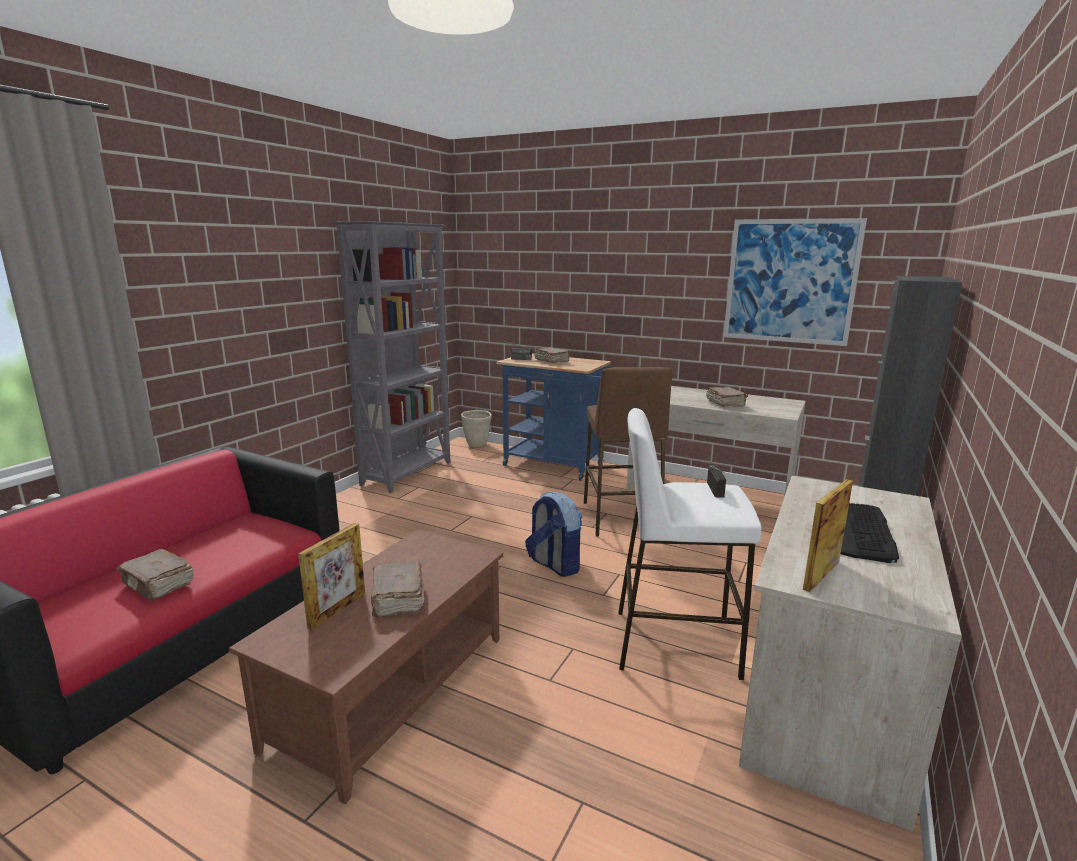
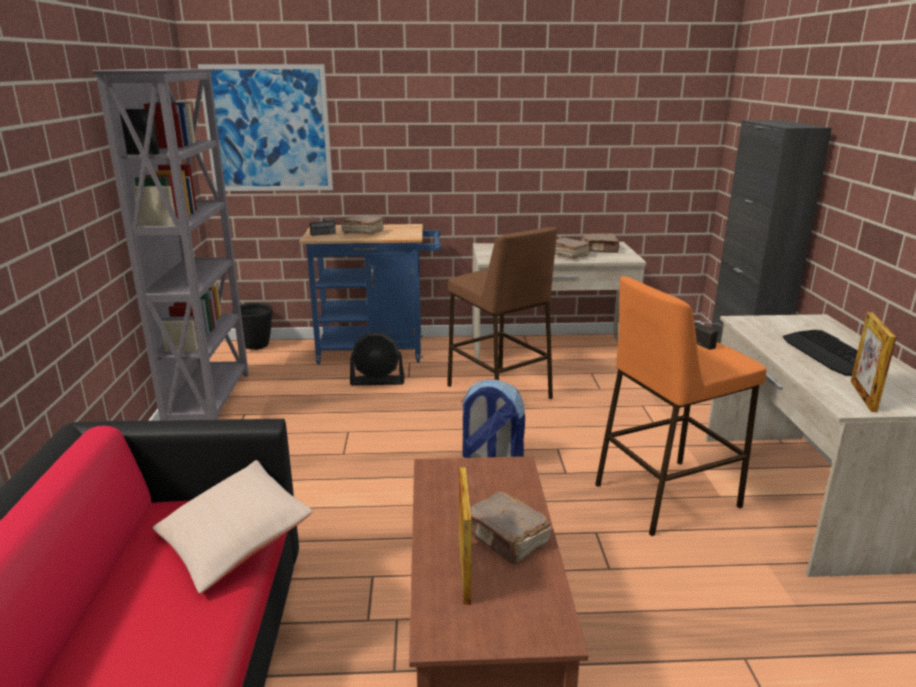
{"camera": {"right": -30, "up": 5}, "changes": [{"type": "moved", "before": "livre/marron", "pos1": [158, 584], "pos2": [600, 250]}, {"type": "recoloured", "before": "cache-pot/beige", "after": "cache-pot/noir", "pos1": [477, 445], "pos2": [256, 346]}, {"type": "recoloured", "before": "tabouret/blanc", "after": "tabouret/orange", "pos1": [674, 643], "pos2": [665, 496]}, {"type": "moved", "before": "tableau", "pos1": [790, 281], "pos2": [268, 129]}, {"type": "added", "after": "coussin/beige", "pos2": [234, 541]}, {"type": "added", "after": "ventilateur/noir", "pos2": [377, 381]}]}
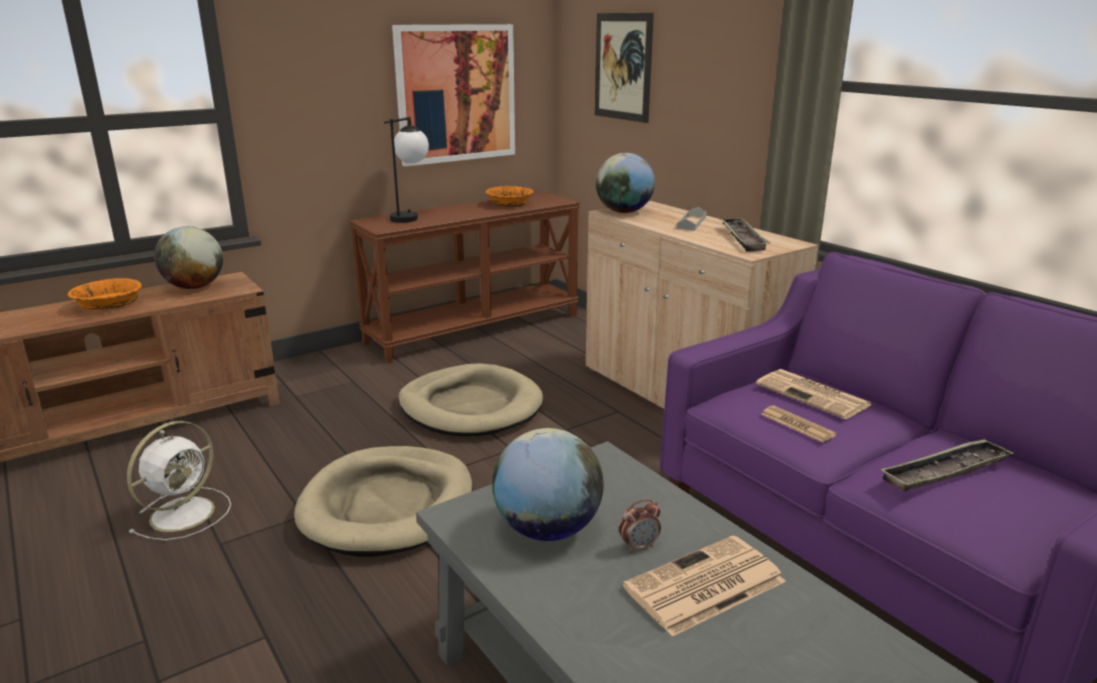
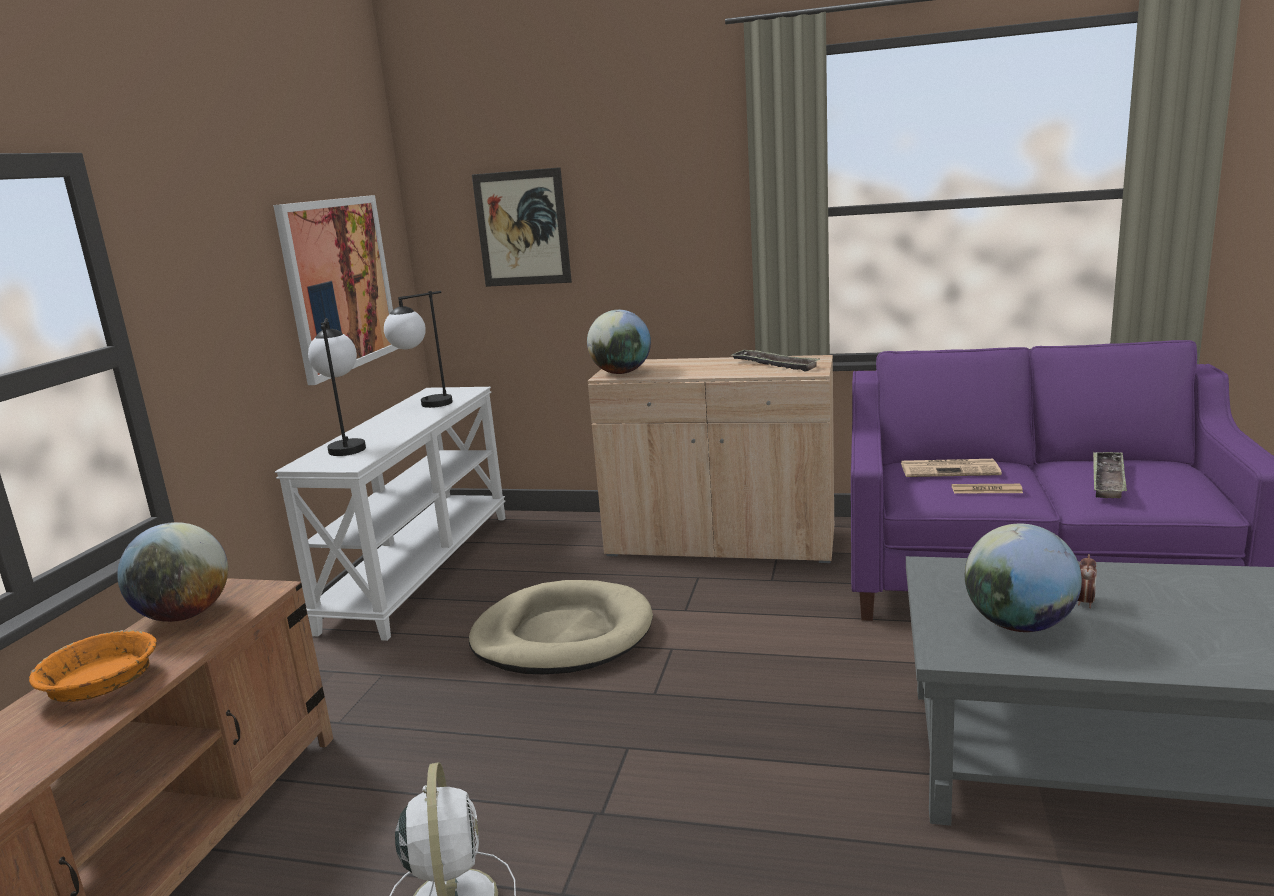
{"camera": {"right": -40, "up": -5}, "changes": [{"type": "removed", "before": "panier pour chien/beige", "pos1": [388, 505]}, {"type": "recoloured", "before": "table console/marron", "after": "table console/blanc", "pos1": [474, 328], "pos2": [420, 569]}, {"type": "replaced", "before": "bol/orange", "after": "lampe de table", "pos1": [510, 204], "pos2": [425, 406]}, {"type": "removed", "before": "journal", "pos1": [703, 586]}, {"type": "removed", "before": "plateau/gris", "pos1": [691, 222]}]}
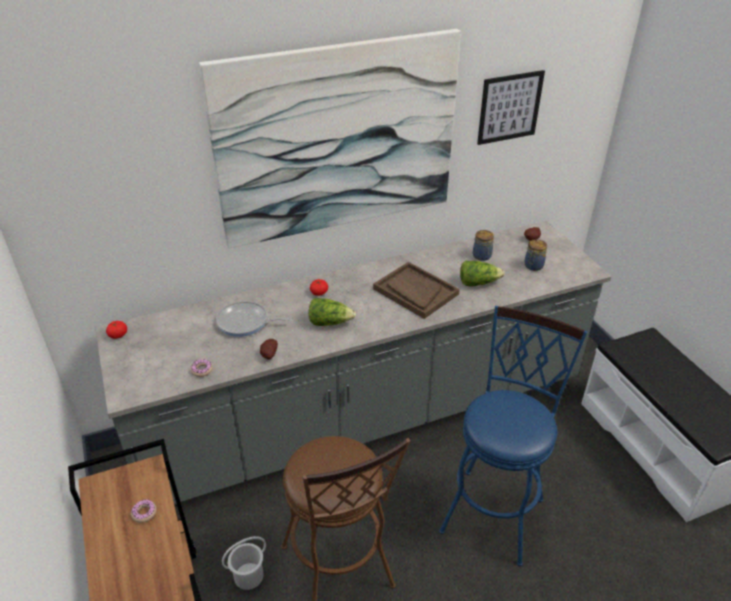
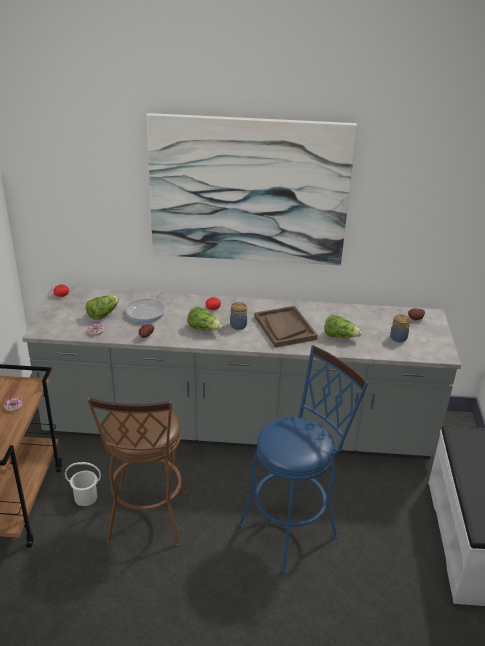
{"camera": {"right": 25, "up": -5}, "changes": [{"type": "turned", "before": "poêle", "pos1": [245, 322], "pos2": [147, 312], "turn": -105}, {"type": "moved", "before": "bocal", "pos1": [482, 256], "pos2": [238, 326]}, {"type": "removed", "before": "tableau", "pos1": [509, 107]}, {"type": "added", "after": "laitue", "pos2": [103, 314]}]}
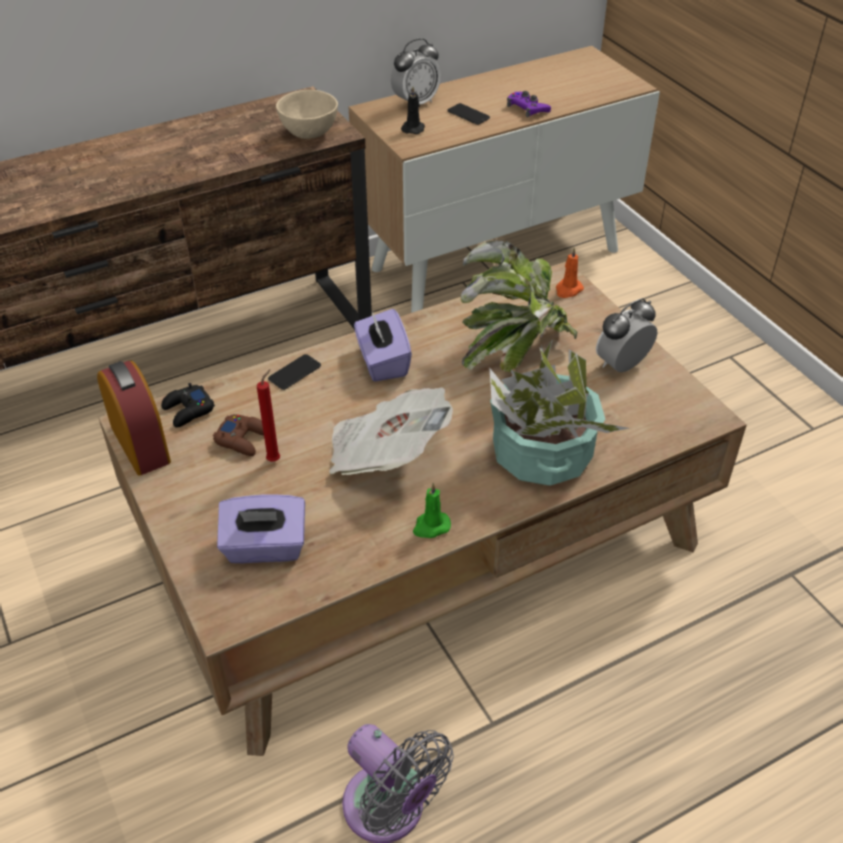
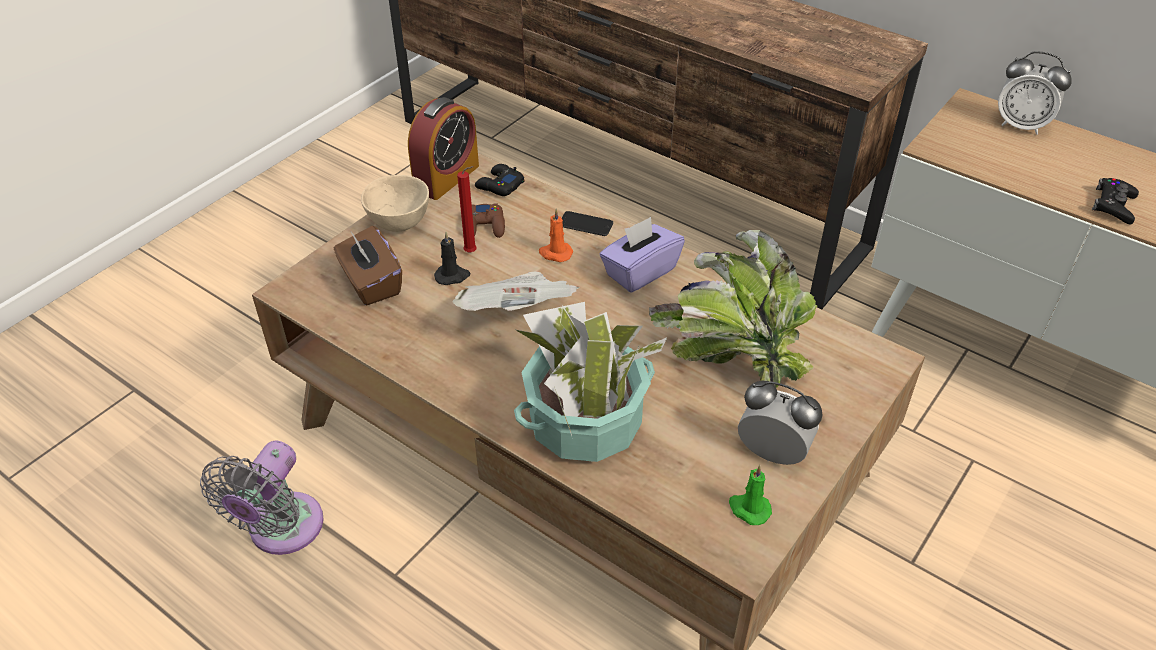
{"camera": {"right": 65, "up": 0}, "changes": [{"type": "recoloured", "before": "boîte à mouchoirs/violet", "after": "boîte à mouchoirs/marron", "pos1": [265, 547], "pos2": [371, 283]}, {"type": "moved", "before": "bol/beige", "pos1": [310, 134], "pos2": [399, 224]}, {"type": "moved", "before": "bougie/noir", "pos1": [413, 128], "pos2": [452, 276]}, {"type": "moved", "before": "bougie/vert", "pos1": [431, 526], "pos2": [749, 509]}, {"type": "removed", "before": "téléphone", "pos1": [468, 115]}, {"type": "recoloured", "before": "manette/violet", "after": "manette/noir", "pos1": [527, 109], "pos2": [1113, 205]}, {"type": "moved", "before": "bougie/orange", "pos1": [568, 290], "pos2": [555, 253]}]}
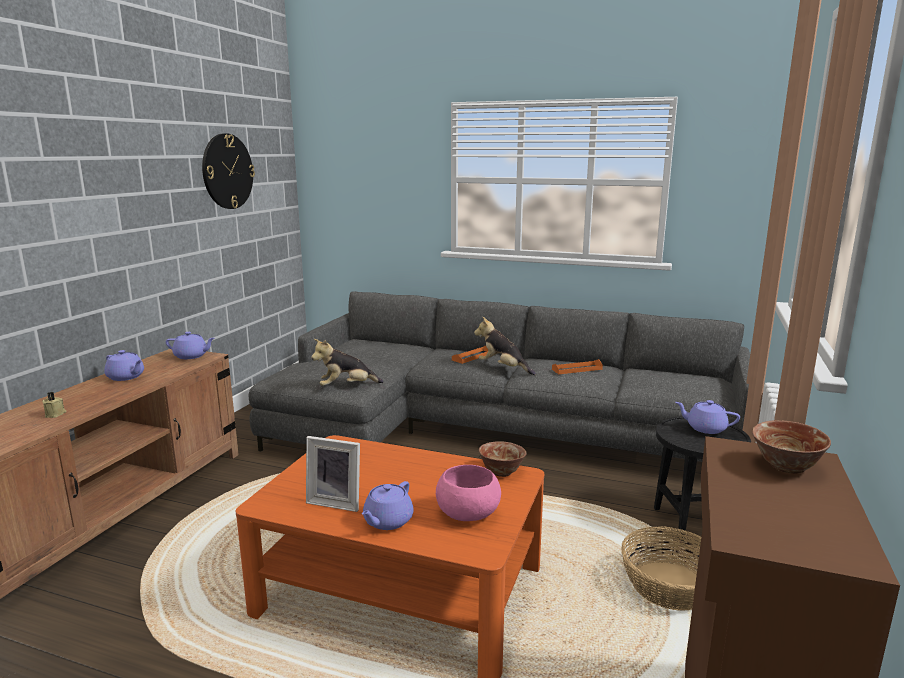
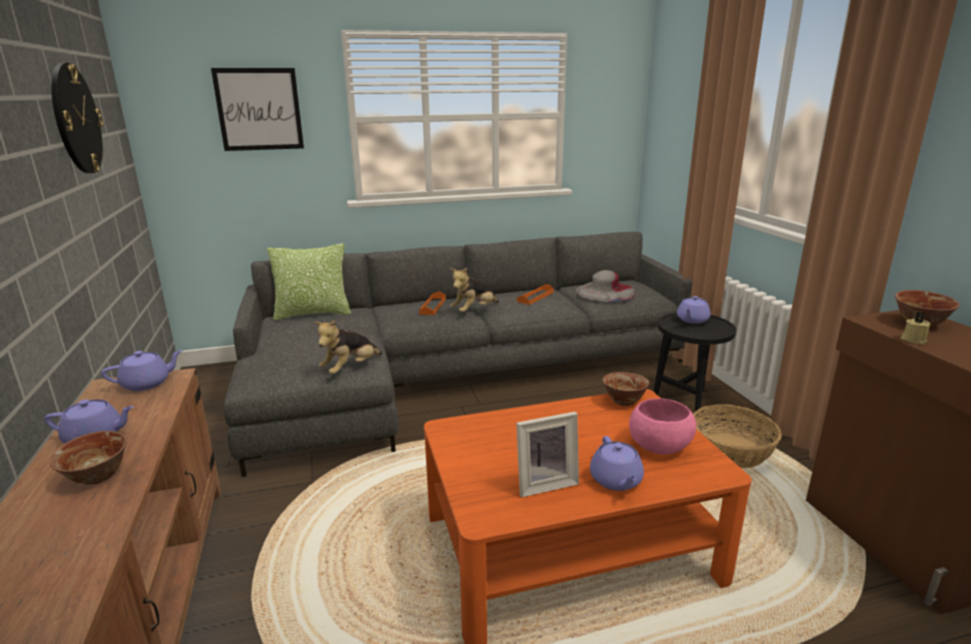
{"camera": {"right": -35, "up": 5}, "changes": [{"type": "moved", "before": "bougie/beige", "pos1": [55, 414], "pos2": [913, 339]}, {"type": "turned", "before": "peluche", "pos1": [503, 368], "pos2": [474, 311], "turn": -45}, {"type": "turned", "before": "théière/violet", "pos1": [705, 428], "pos2": [692, 320], "turn": -45}, {"type": "added", "after": "bol", "pos2": [98, 476]}, {"type": "added", "after": "tableau", "pos2": [259, 109]}, {"type": "added", "after": "coussin", "pos2": [313, 313]}, {"type": "added", "after": "chapeau/gris", "pos2": [605, 291]}]}
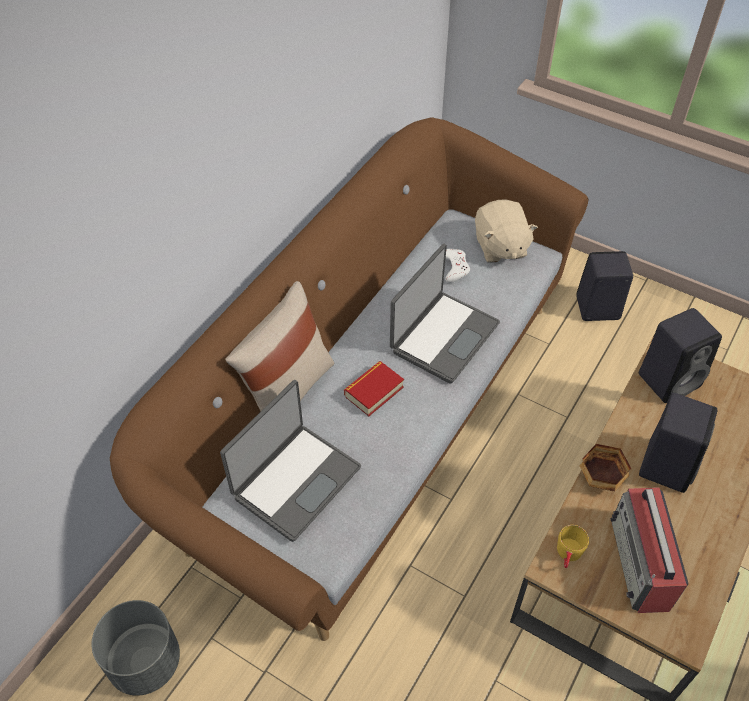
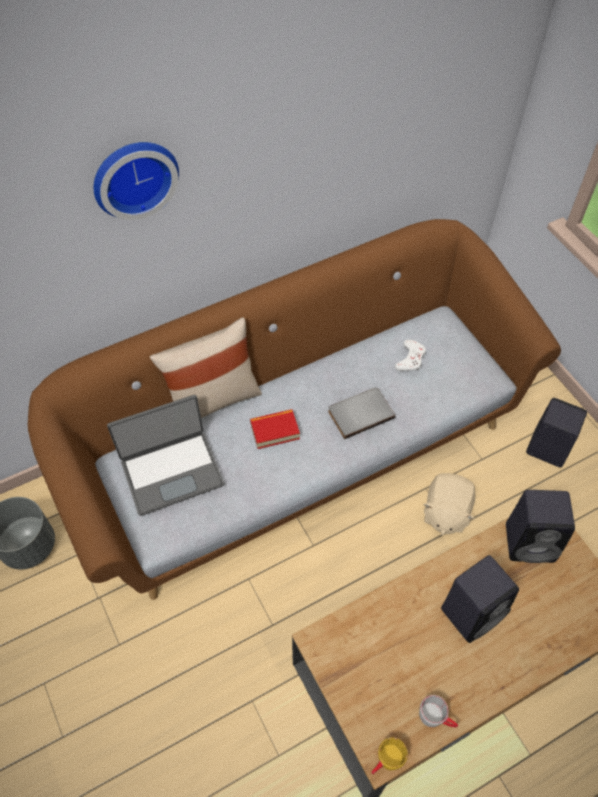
{"camera": {"right": 30, "up": 5}, "changes": [{"type": "replaced", "before": "ordinateur portable", "after": "livre/gris", "pos1": [443, 336], "pos2": [359, 413]}, {"type": "moved", "before": "peluche/beige", "pos1": [500, 247], "pos2": [445, 512]}, {"type": "moved", "before": "mug/jaune", "pos1": [568, 555], "pos2": [386, 762]}, {"type": "removed", "before": "bol", "pos1": [602, 479]}, {"type": "removed", "before": "radio", "pos1": [640, 564]}, {"type": "added", "after": "horloge murale", "pos2": [133, 176]}, {"type": "added", "after": "mug/gris", "pos2": [436, 718]}]}
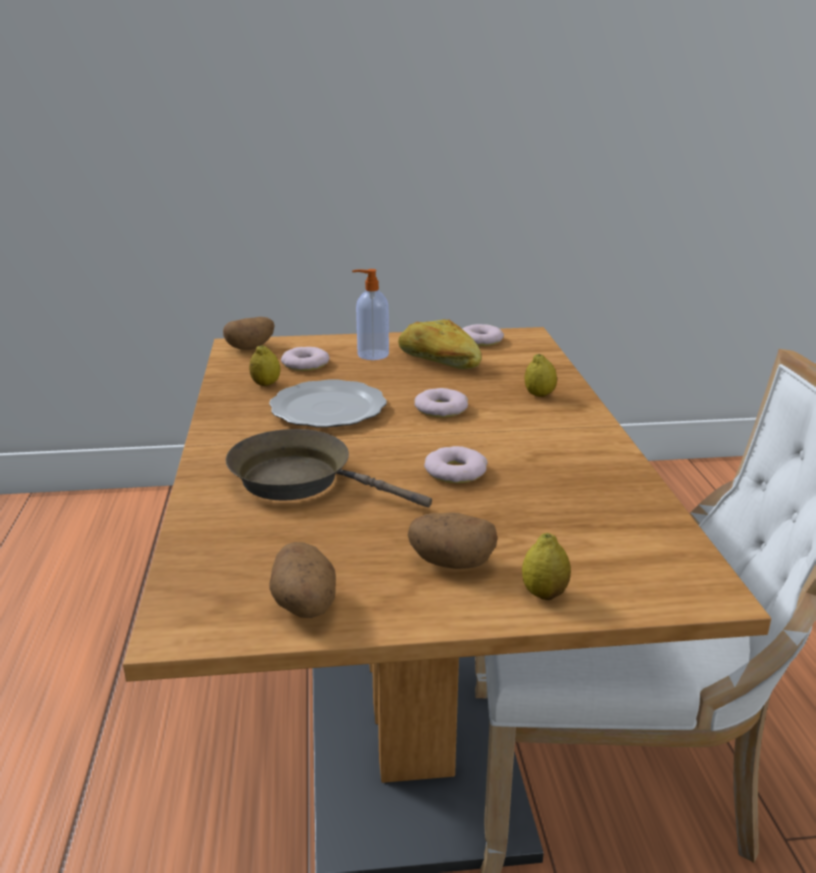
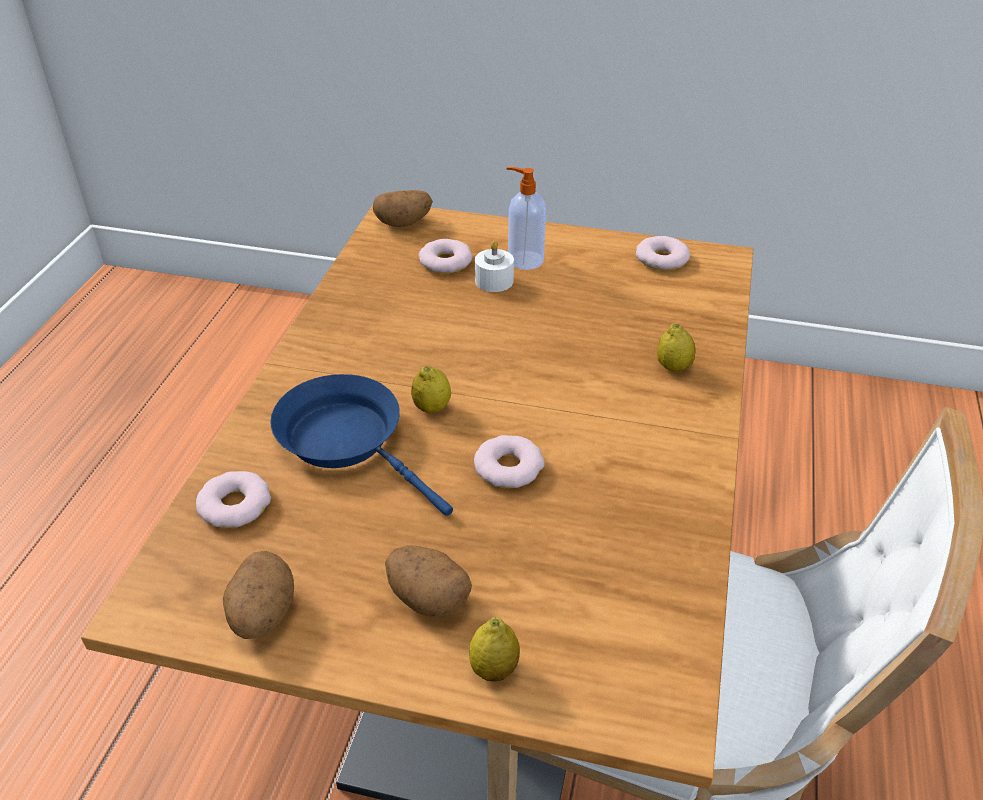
{"camera": {"right": 20, "up": 15}, "changes": [{"type": "recoloured", "before": "poêle/marron", "after": "poêle/bleu", "pos1": [300, 480], "pos2": [347, 441]}, {"type": "moved", "before": "citron", "pos1": [266, 384], "pos2": [432, 408]}, {"type": "removed", "before": "assiette", "pos1": [330, 408]}, {"type": "removed", "before": "pain", "pos1": [438, 361]}, {"type": "moved", "before": "beignet", "pos1": [441, 409], "pos2": [235, 505]}, {"type": "added", "after": "bougie/blanc", "pos2": [494, 281]}]}
